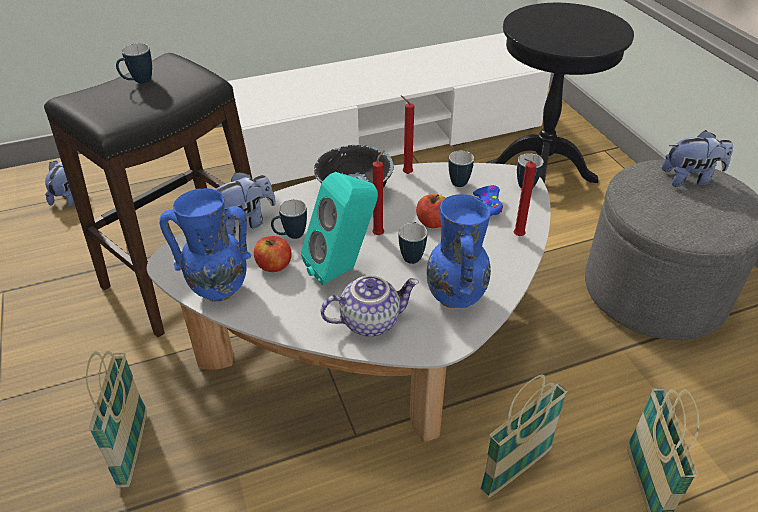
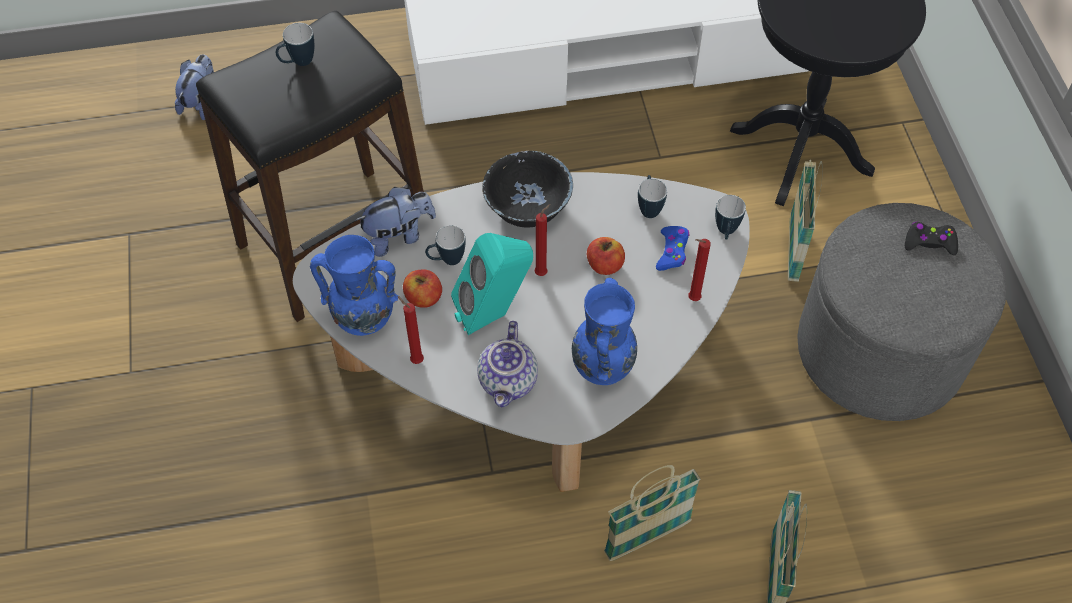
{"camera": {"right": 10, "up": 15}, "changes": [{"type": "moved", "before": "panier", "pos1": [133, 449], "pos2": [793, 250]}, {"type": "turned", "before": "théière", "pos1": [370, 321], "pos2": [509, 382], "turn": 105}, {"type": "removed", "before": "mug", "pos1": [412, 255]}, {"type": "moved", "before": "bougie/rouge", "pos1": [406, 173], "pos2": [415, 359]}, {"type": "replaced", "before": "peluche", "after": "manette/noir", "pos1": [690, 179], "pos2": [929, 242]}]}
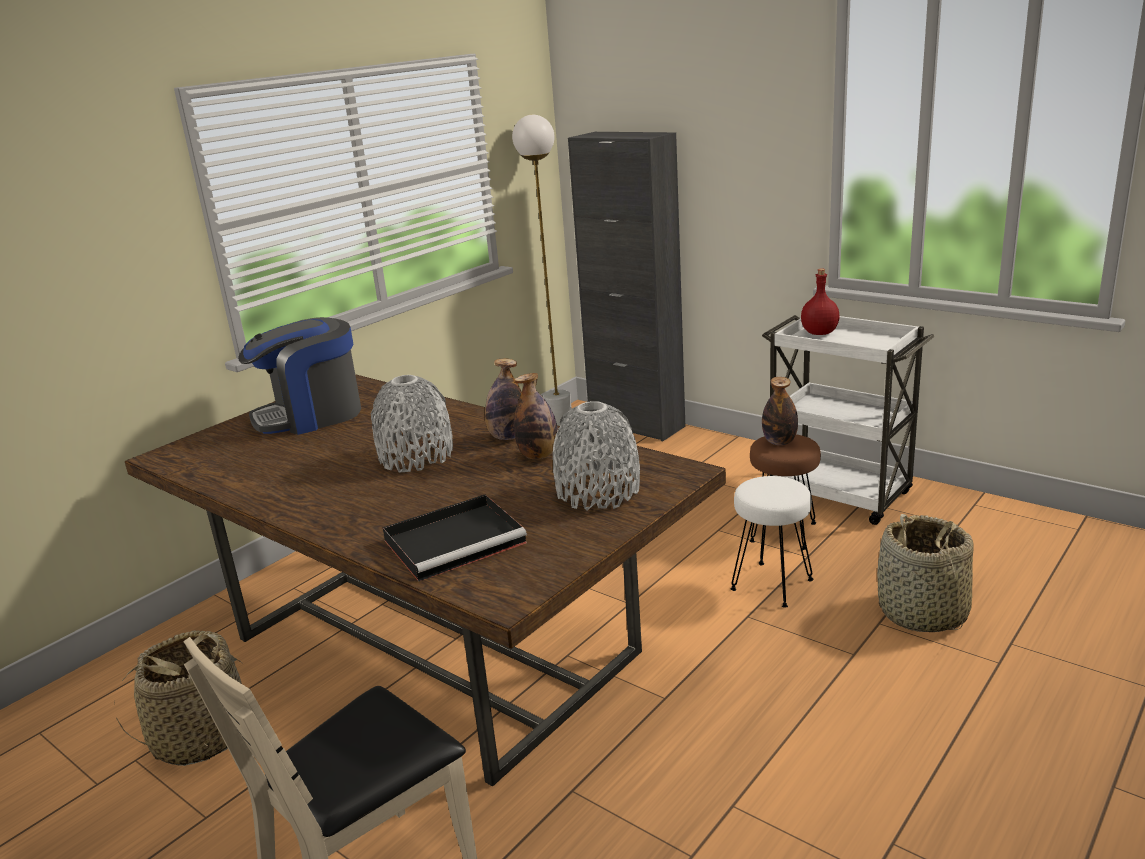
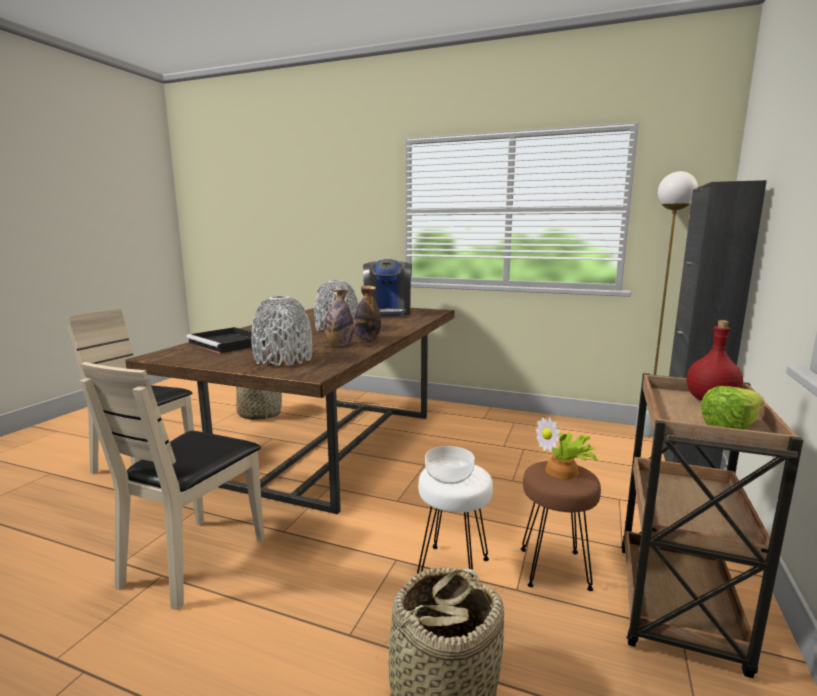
{"camera": {"right": 70, "up": -10}, "changes": [{"type": "turned", "before": "machine à café", "pos1": [311, 416], "pos2": [388, 312], "turn": -135}, {"type": "recoloured", "before": "chariot/blanc", "after": "chariot/marron", "pos1": [840, 495], "pos2": [677, 608]}, {"type": "replaced", "before": "bouteille", "after": "plante en pot", "pos1": [779, 442], "pos2": [564, 471]}, {"type": "added", "after": "chaise/beige", "pos2": [194, 560]}, {"type": "added", "after": "bol", "pos2": [448, 475]}, {"type": "added", "after": "laitue", "pos2": [736, 427]}]}
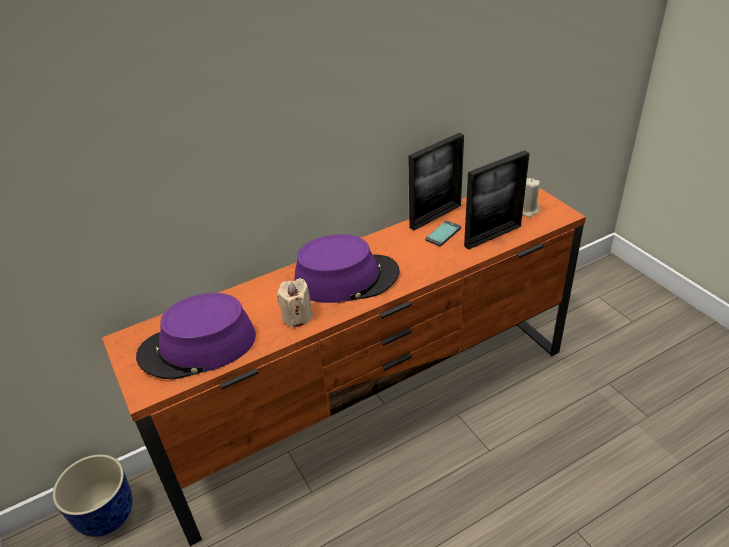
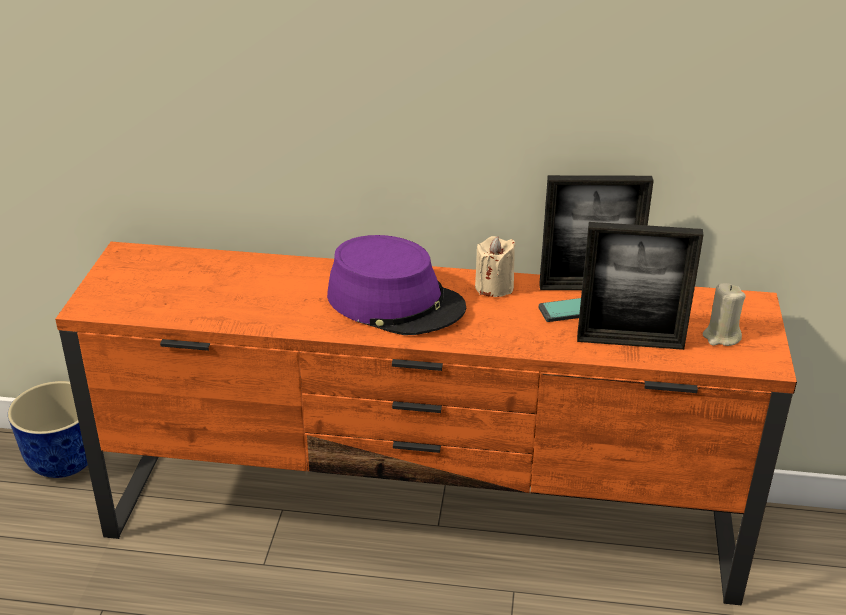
{"camera": {"right": 35, "up": -5}, "changes": [{"type": "removed", "before": "chapeau/violet", "pos1": [198, 347]}, {"type": "moved", "before": "bougie/beige", "pos1": [297, 316], "pos2": [494, 287]}]}
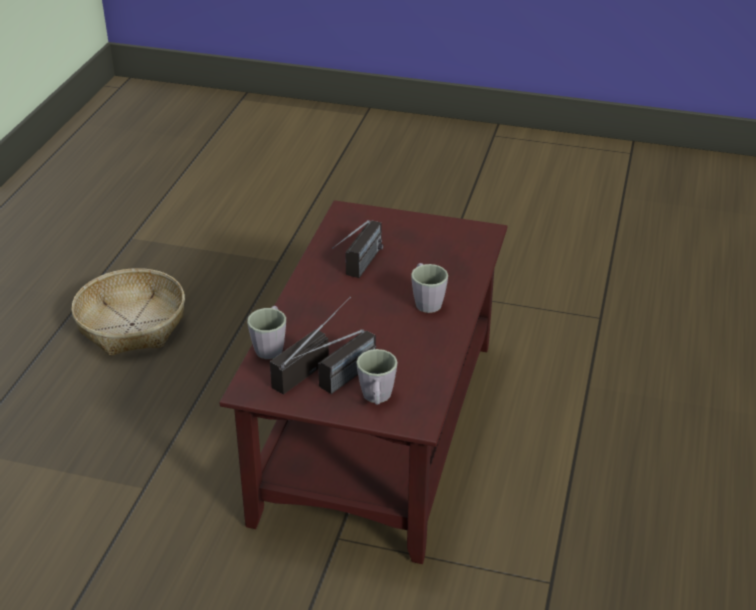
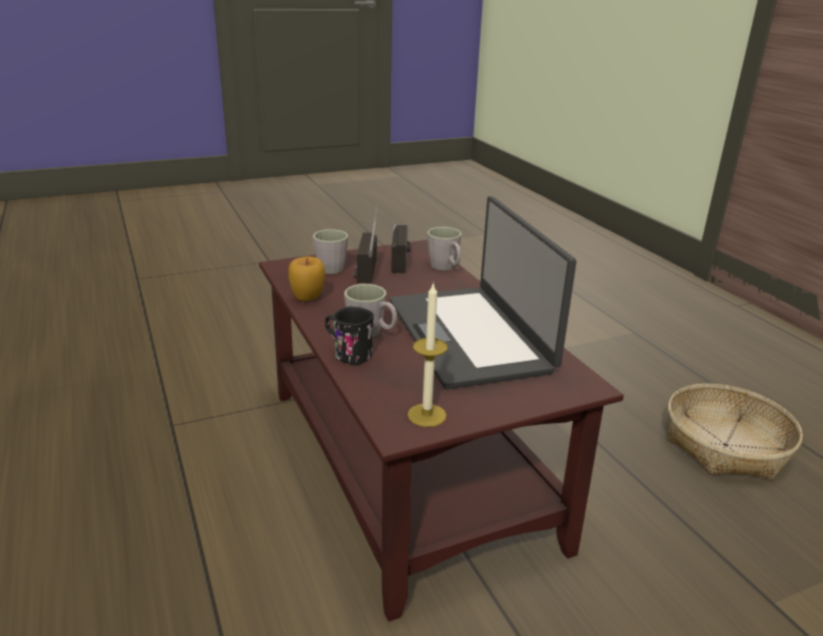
{"camera": {"right": 140, "up": -10}, "changes": [{"type": "replaced", "before": "radio", "after": "ordinateur portable", "pos1": [359, 270], "pos2": [470, 335]}, {"type": "added", "after": "pomme", "pos2": [307, 298]}, {"type": "added", "after": "mug/noir", "pos2": [348, 353]}, {"type": "added", "after": "bougie", "pos2": [426, 415]}]}
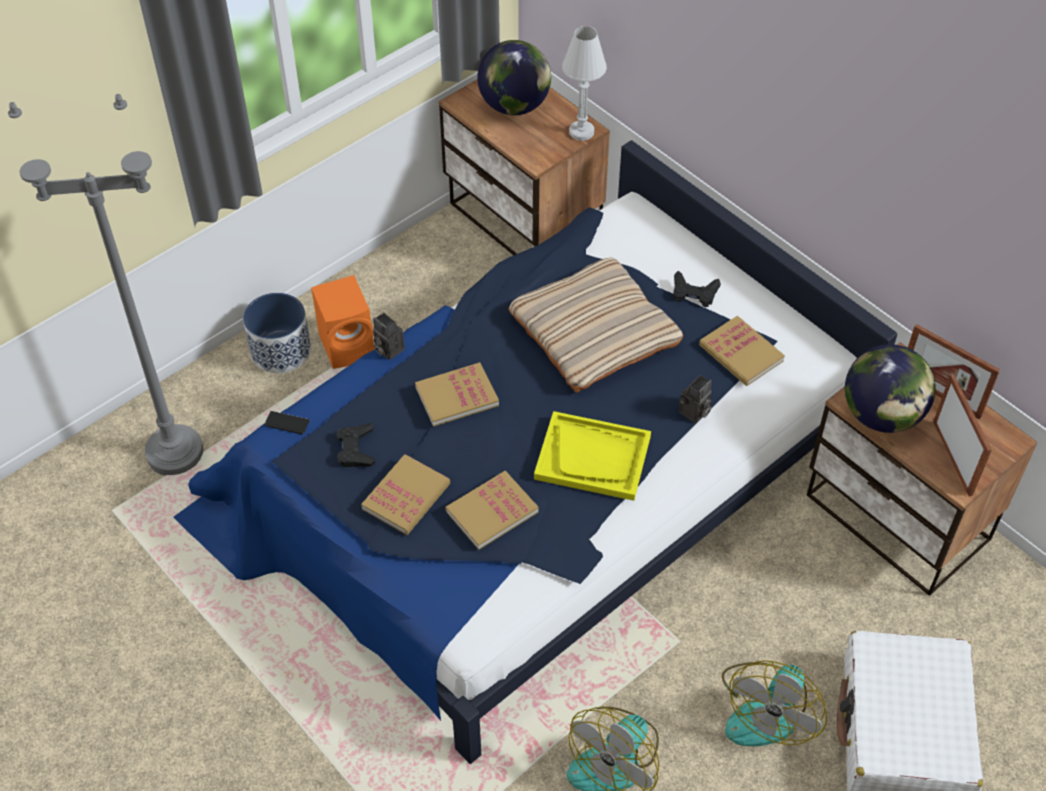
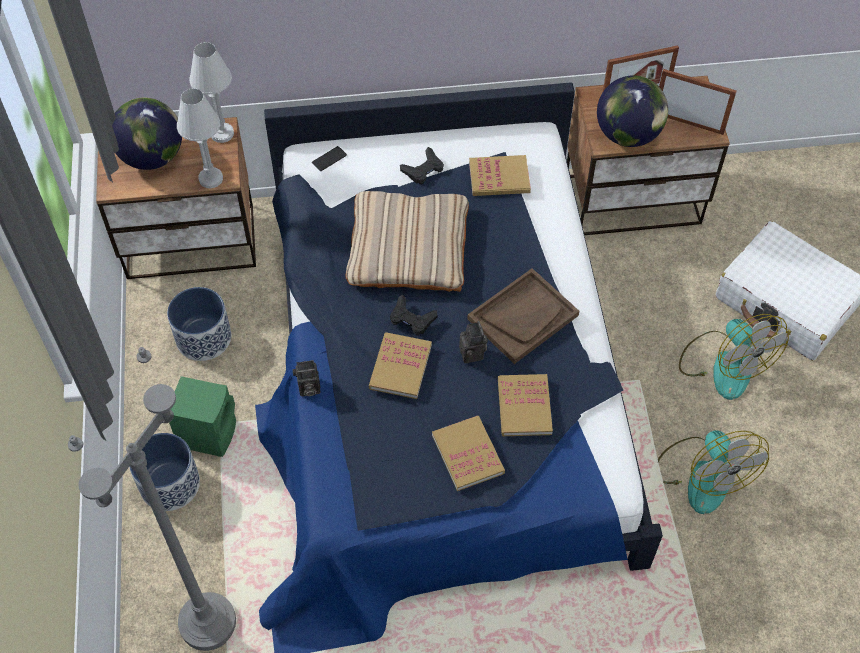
{"camera": {"right": -55, "up": 5}, "changes": [{"type": "moved", "before": "téléphone", "pos1": [287, 423], "pos2": [329, 159]}, {"type": "recoloured", "before": "enceinte/orange", "after": "enceinte/vert", "pos1": [349, 346], "pos2": [209, 432]}, {"type": "moved", "before": "manette/noir", "pos1": [356, 449], "pos2": [411, 319]}, {"type": "recoloured", "before": "plateau/jaune", "after": "plateau/marron", "pos1": [593, 458], "pos2": [523, 317]}, {"type": "moved", "before": "appareil photo", "pos1": [694, 413], "pos2": [473, 354]}, {"type": "added", "after": "cache-pot", "pos2": [204, 338]}, {"type": "added", "after": "lampe de table/blanc", "pos2": [211, 179]}]}
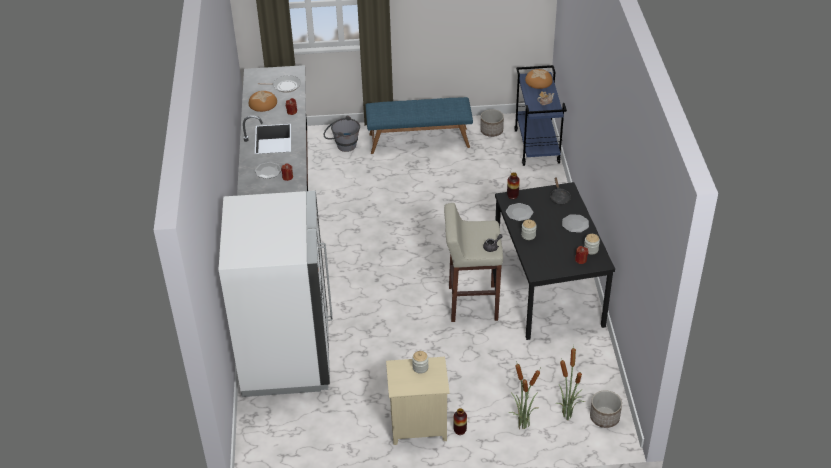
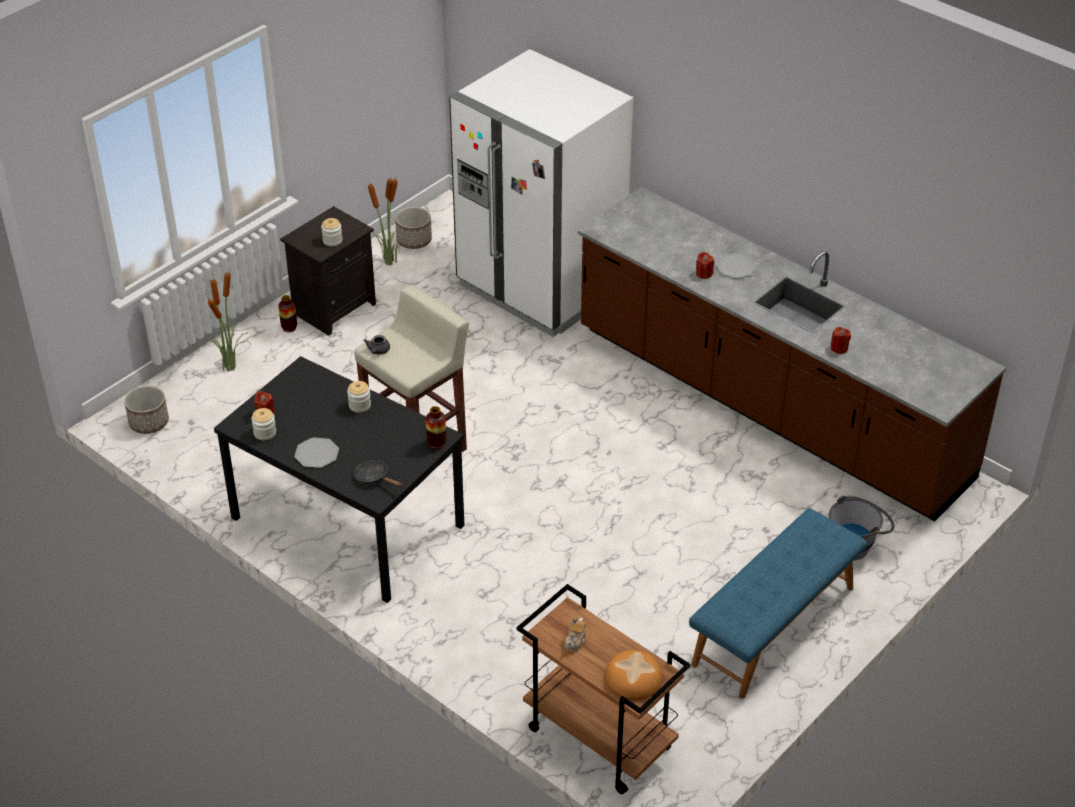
{"camera": {"right": 135, "up": 0}, "changes": [{"type": "removed", "before": "pain", "pos1": [263, 104]}, {"type": "removed", "before": "poêle", "pos1": [285, 86]}, {"type": "recoloured", "before": "table de chevet/beige", "after": "table de chevet/noir", "pos1": [417, 427], "pos2": [334, 307]}, {"type": "moved", "before": "cache-pot", "pos1": [491, 131], "pos2": [414, 240]}, {"type": "removed", "before": "assiette", "pos1": [519, 213]}, {"type": "recoloured", "before": "chariot/bleu", "after": "chariot/marron", "pos1": [537, 147], "pos2": [597, 739]}, {"type": "moved", "before": "plante en pot", "pos1": [567, 414], "pos2": [389, 263]}]}
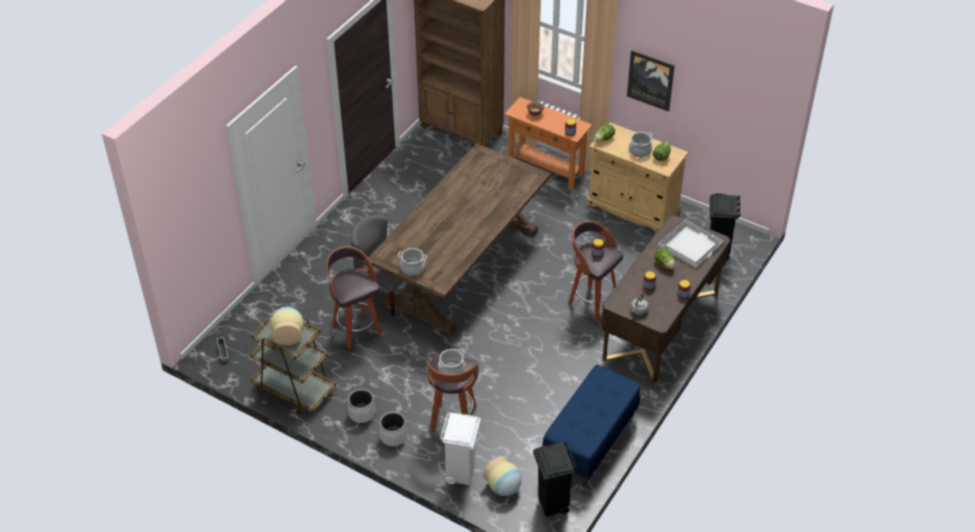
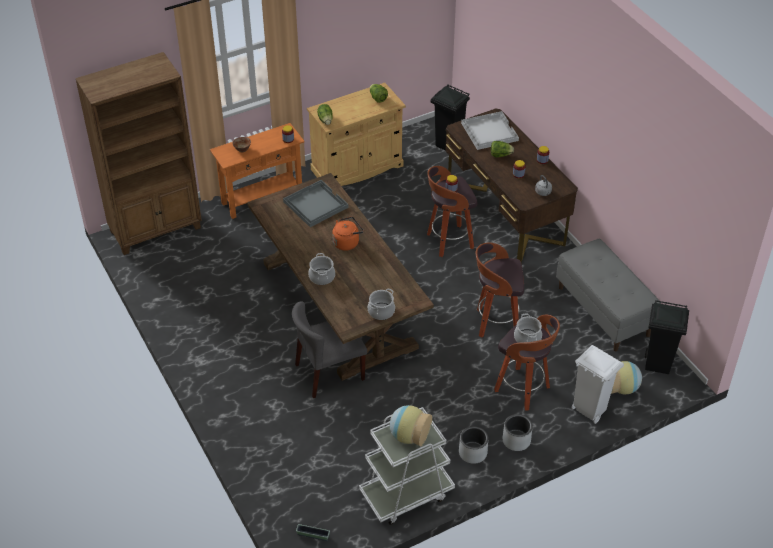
{"camera": {"right": -60, "up": 0}, "changes": [{"type": "recoloured", "before": "chariot/marron", "after": "chariot/blanc", "pos1": [294, 389], "pos2": [406, 494]}, {"type": "moved", "before": "tabouret", "pos1": [356, 329], "pos2": [496, 323]}, {"type": "recoloured", "before": "banc/bleu", "after": "banc/gris", "pos1": [590, 441], "pos2": [604, 311]}, {"type": "removed", "before": "tableau", "pos1": [651, 80]}, {"type": "moved", "before": "marmite", "pos1": [640, 151], "pos2": [322, 277]}, {"type": "added", "after": "plateau/gris", "pos2": [315, 204]}, {"type": "added", "after": "bouilloire/orange", "pos2": [347, 242]}]}
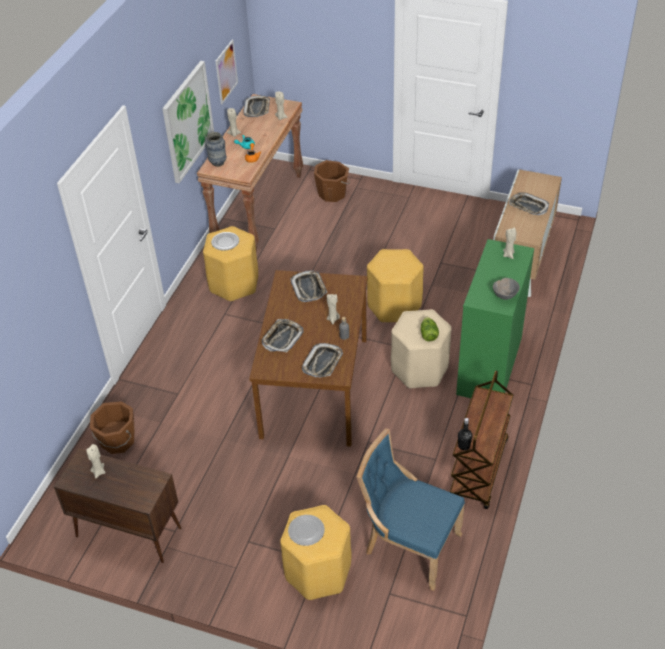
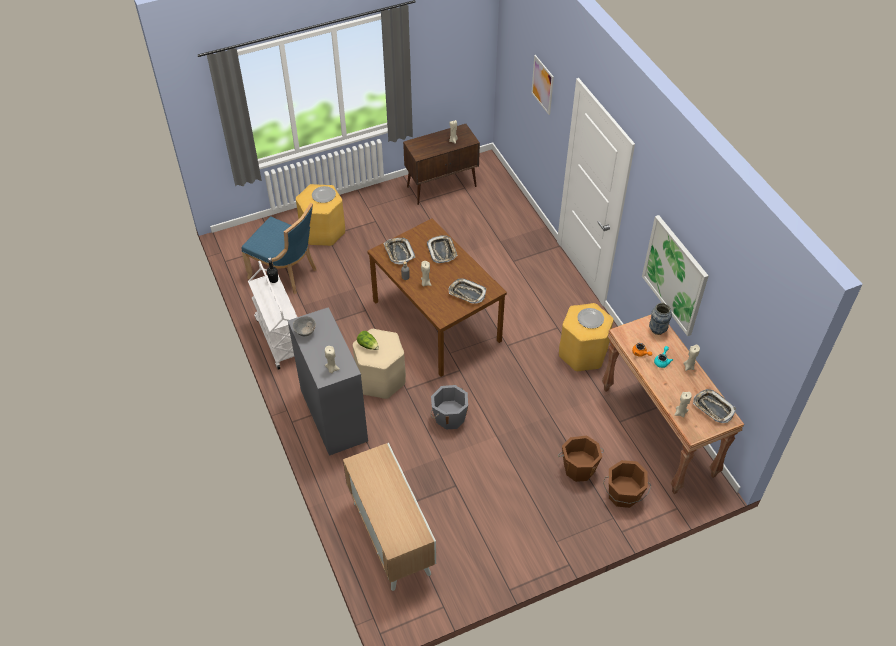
{"camera": {"right": 135, "up": 5}, "changes": [{"type": "moved", "before": "seau/marron", "pos1": [117, 441], "pos2": [578, 468]}, {"type": "moved", "before": "tableau", "pos1": [226, 72], "pos2": [542, 85]}, {"type": "turned", "before": "chaise/bleu", "pos1": [408, 545], "pos2": [286, 273], "turn": 45}, {"type": "replaced", "before": "tabouret/jaune", "after": "seau/gris", "pos1": [394, 306], "pos2": [449, 417]}, {"type": "recoloured", "before": "chariot/marron", "after": "chariot/blanc", "pos1": [479, 470], "pos2": [280, 338]}, {"type": "recoloured", "before": "commode/vert", "after": "commode/gris", "pos1": [489, 366], "pos2": [334, 415]}, {"type": "removed", "before": "plateau", "pos1": [528, 206]}]}
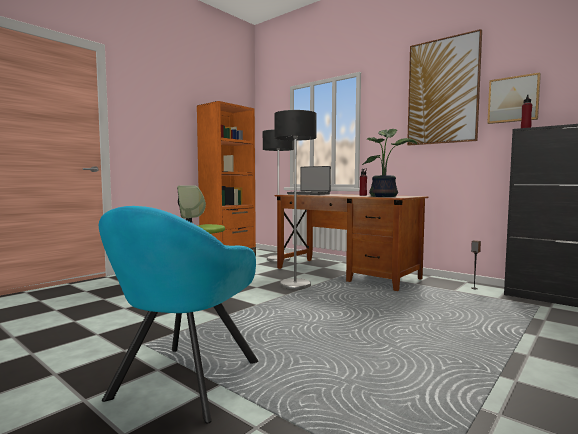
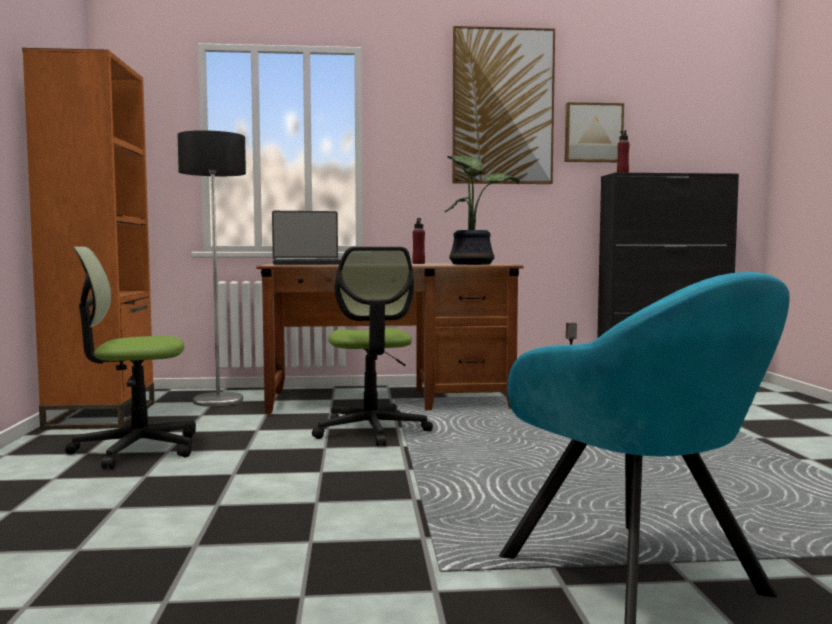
{"camera": {"right": -45, "up": 0}, "changes": [{"type": "replaced", "before": "lampadaire", "after": "chaise de bureau", "pos1": [294, 285], "pos2": [371, 431]}]}
